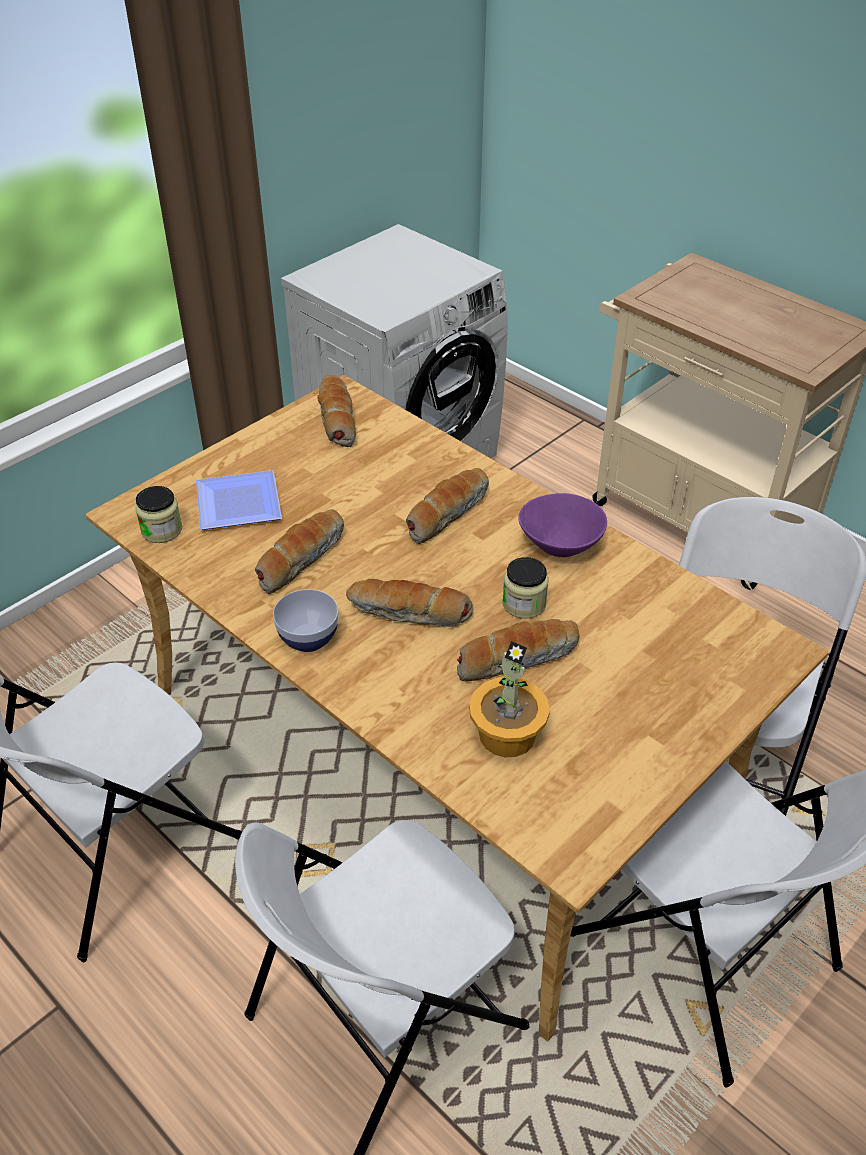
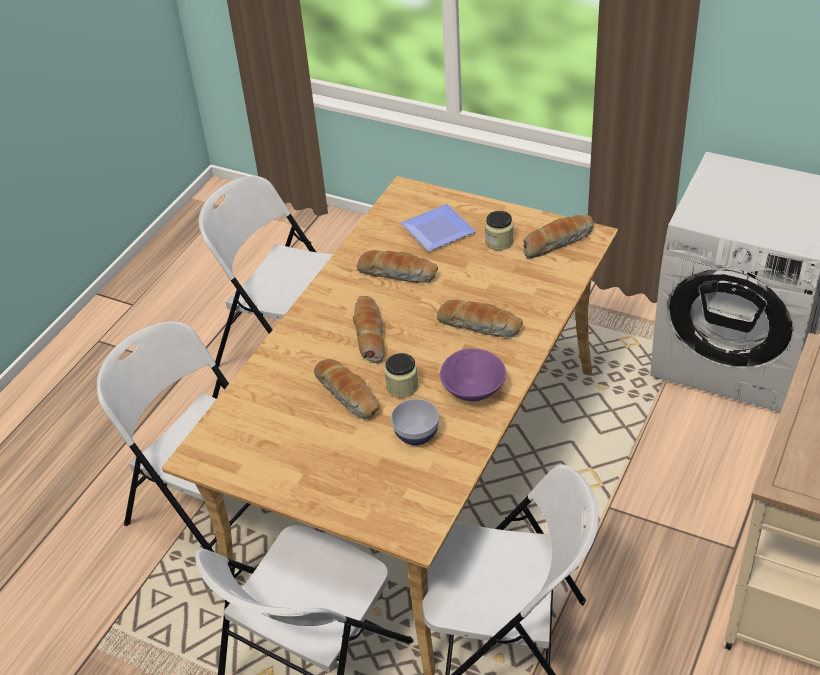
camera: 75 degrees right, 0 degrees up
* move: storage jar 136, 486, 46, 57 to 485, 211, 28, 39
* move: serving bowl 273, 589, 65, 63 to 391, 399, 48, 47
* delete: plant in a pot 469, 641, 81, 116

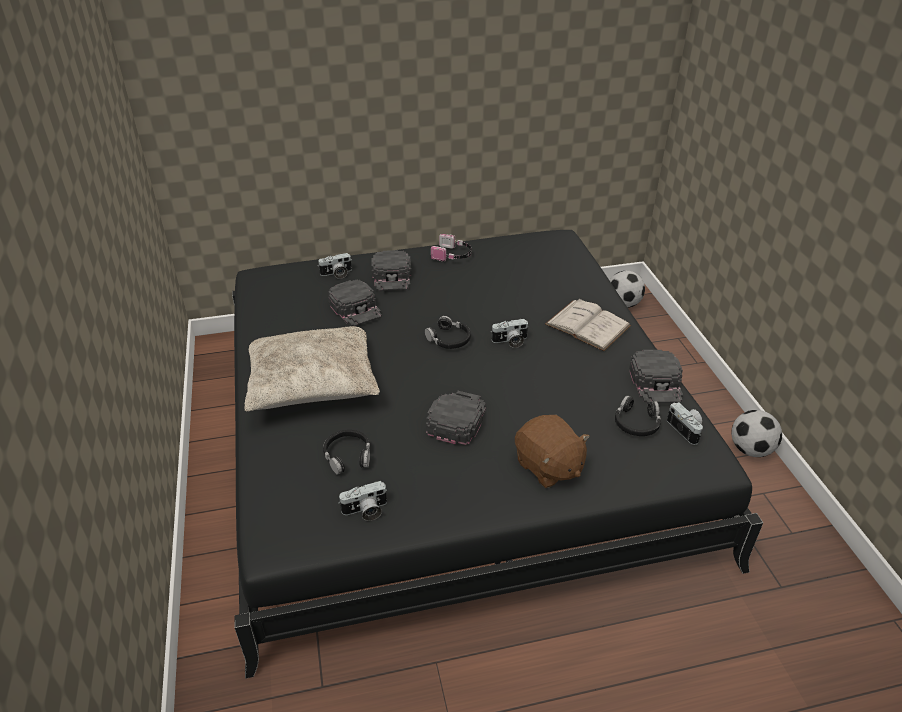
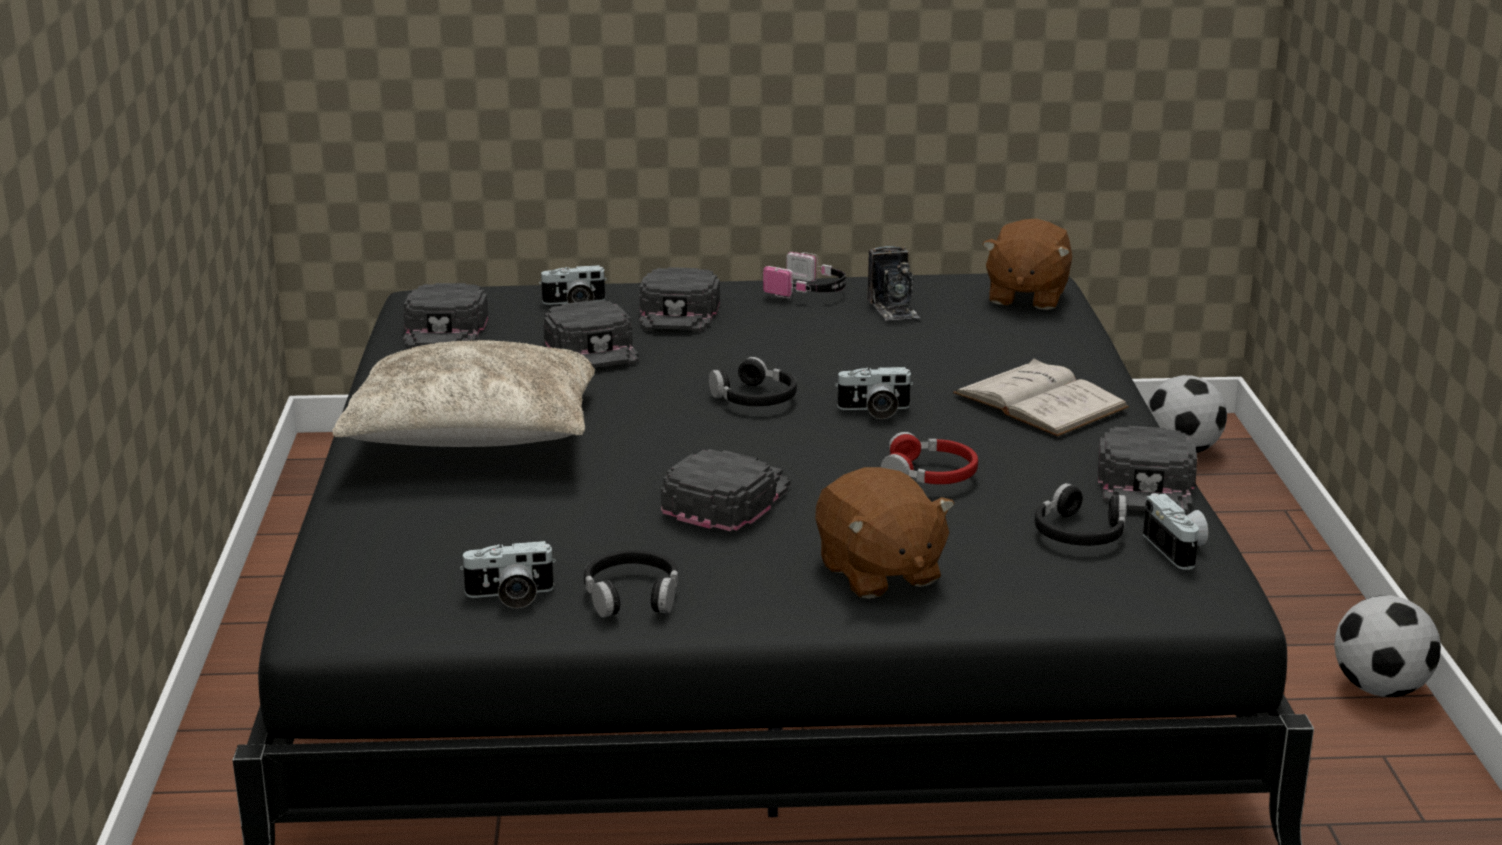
camera: 10 degrees right, 15 degrees down
* move: headset in black 323, 430, 47, 45 to 584, 550, 94, 68
* insert: plush toy in brown 983, 219, 89, 91
* insert: photo camera 867, 246, 53, 75
* insert: cap in black 403, 283, 86, 66
* insert: headset in reddish 881, 432, 97, 52

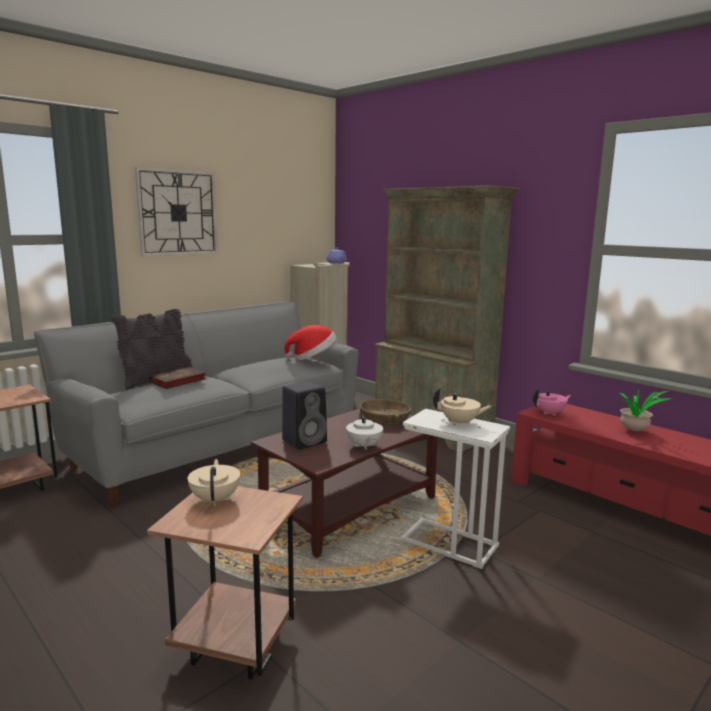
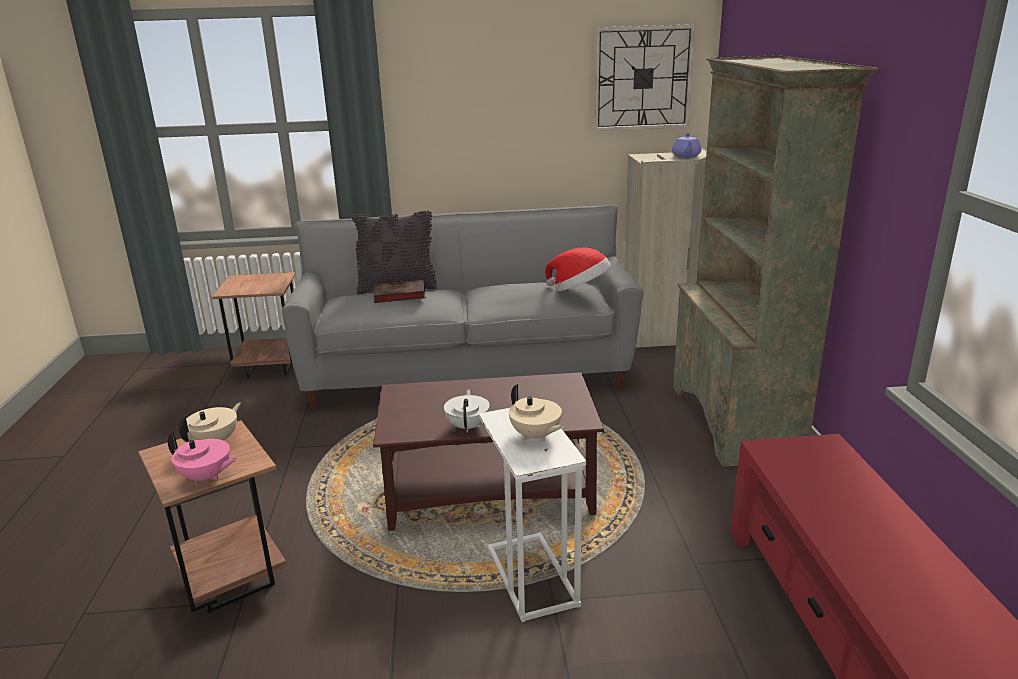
camera: 40 degrees right, 10 degrees up
* move: wall clock 135, 167, 83, 89 to 594, 24, 101, 107
* delete: audio speaker in black 282, 381, 45, 68
* move: pot for tea in pink-coloured 533, 388, 38, 28 to 168, 432, 69, 53
* delete: plant in a pot 619, 388, 53, 43
* delete: serving bowl in brown 360, 399, 51, 25
* rotate: pot for tea in whitish 346, 409, 37, 41 = 444, 389, 46, 43 150 degrees clockwise

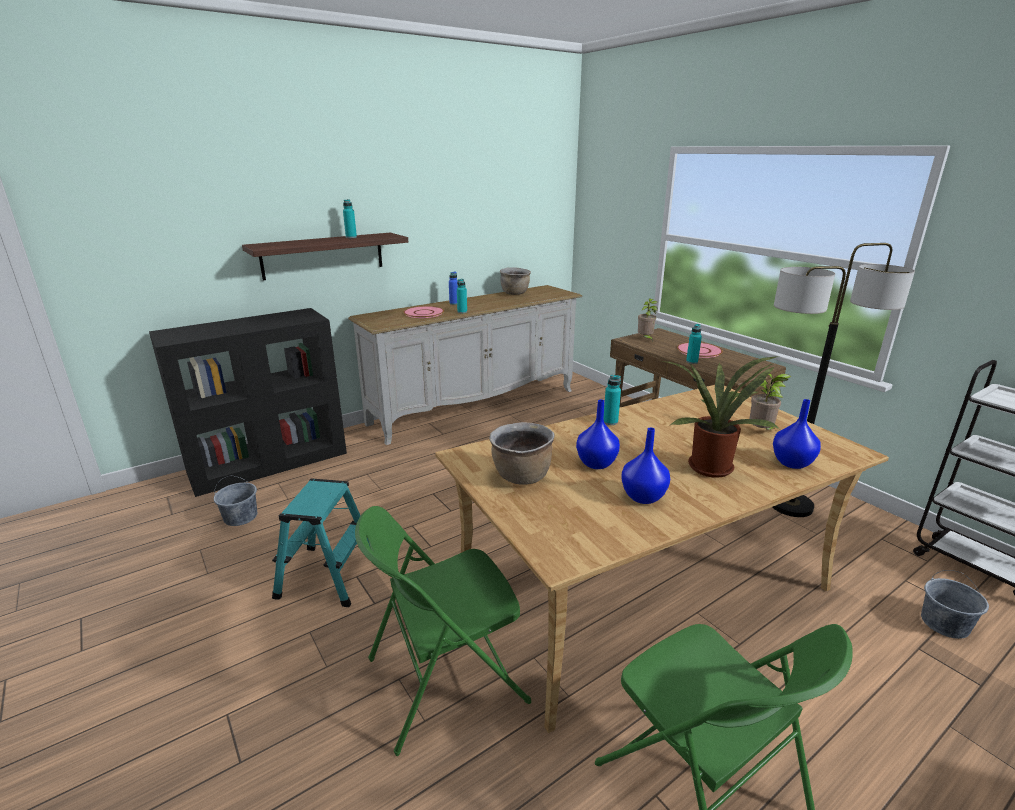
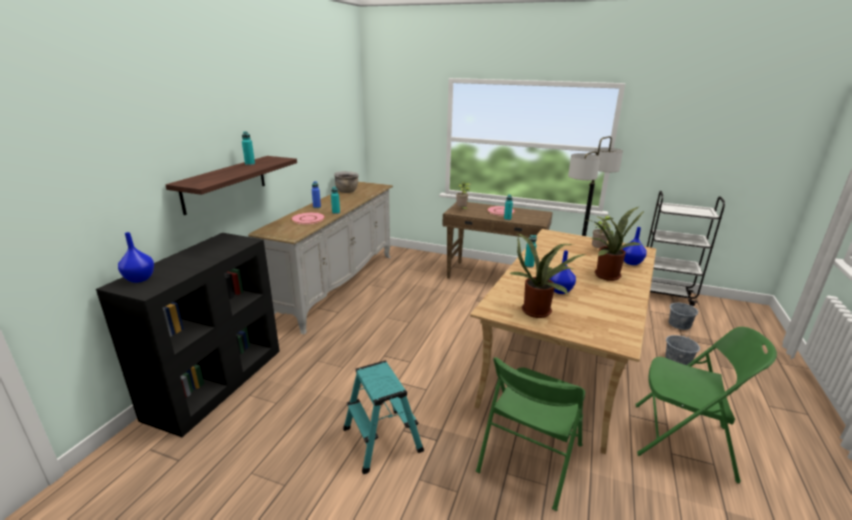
camera: 35 degrees left, 0 degrees up
* replace: stockpot in brown 490, 422, 65, 63 to plant in a pot 509, 233, 77, 85
* move: flower vase in bluish 621, 428, 49, 76 to 118, 232, 36, 51
* move: bucket in grey 214, 475, 43, 51 to 665, 330, 35, 35

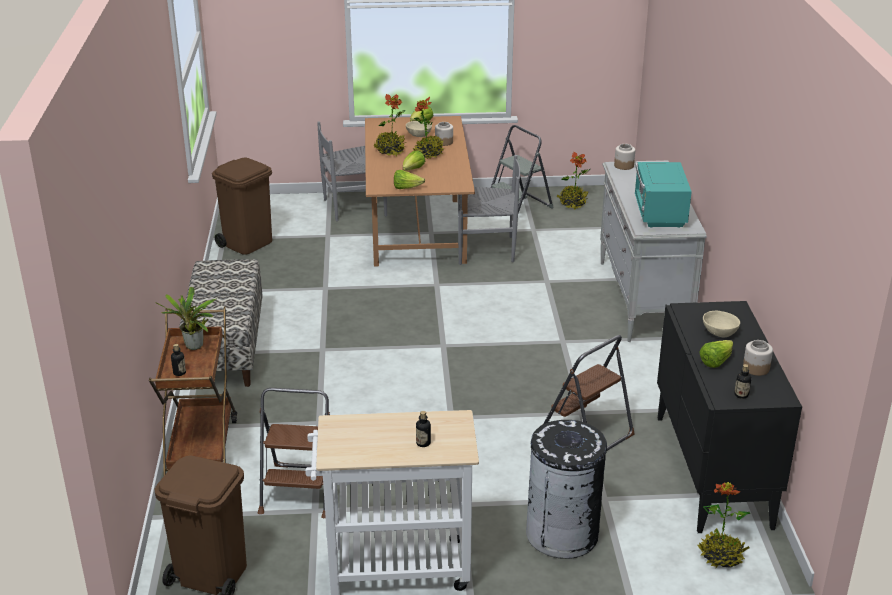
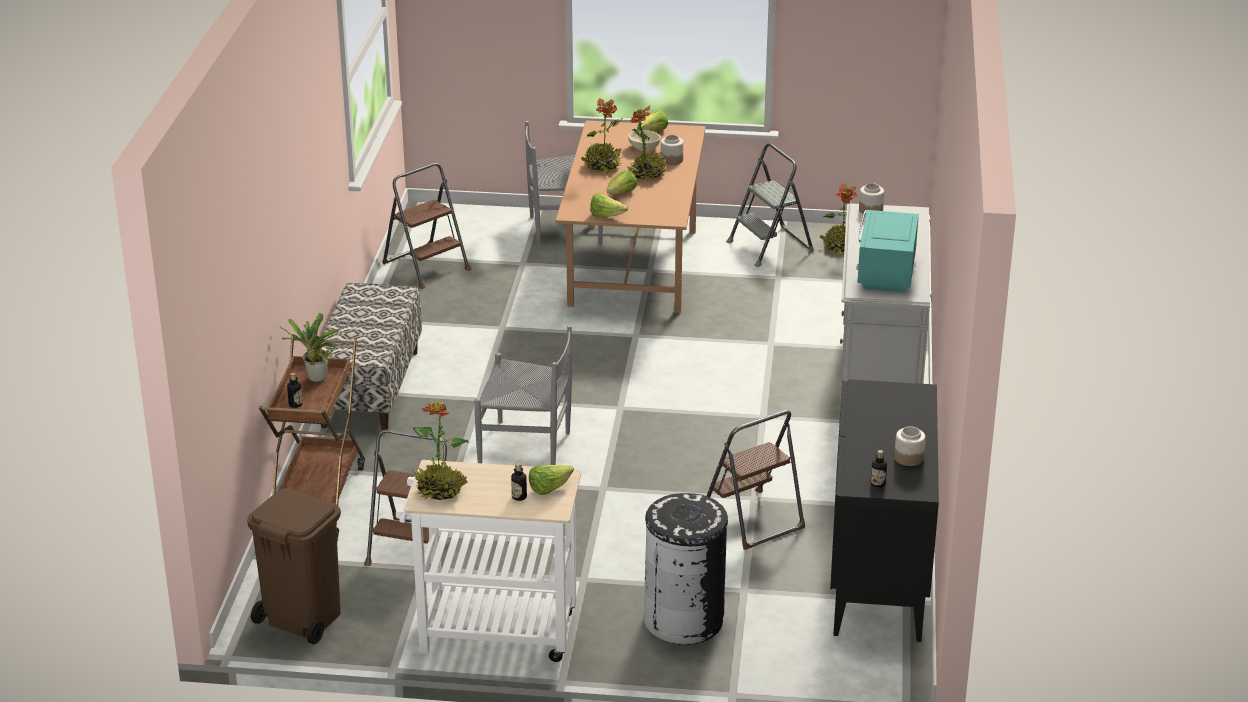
camera: 10 degrees right, 0 degrees up
* move: upright chair in grey 458, 155, 62, 110 to 474, 325, 98, 140
* replace: waste bin in brown 212, 158, 60, 97 to step stool in brown 383, 163, 89, 126
* delete: serving bowl in beige-coloured 703, 311, 37, 27
* move: lettuce 699, 340, 34, 28 to 529, 465, 45, 30
* move: plant in a pot 697, 482, 53, 86 to 412, 402, 57, 98

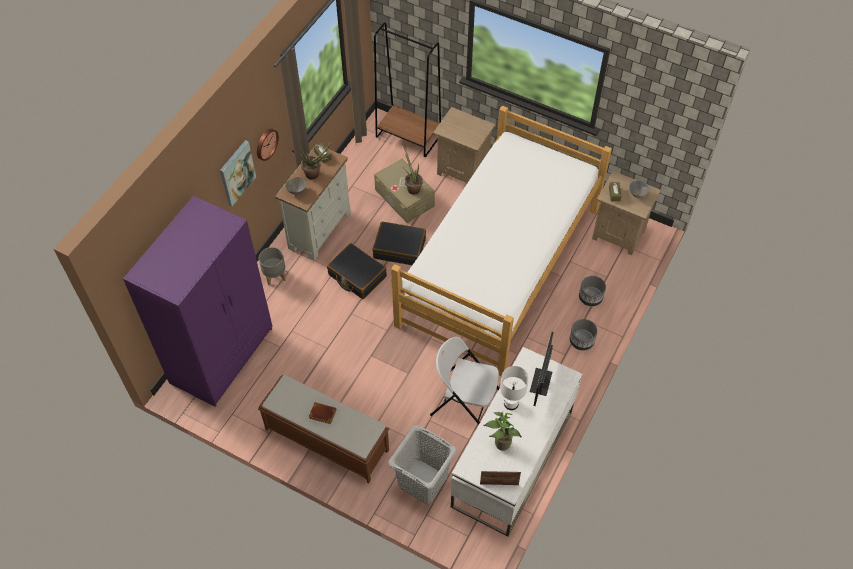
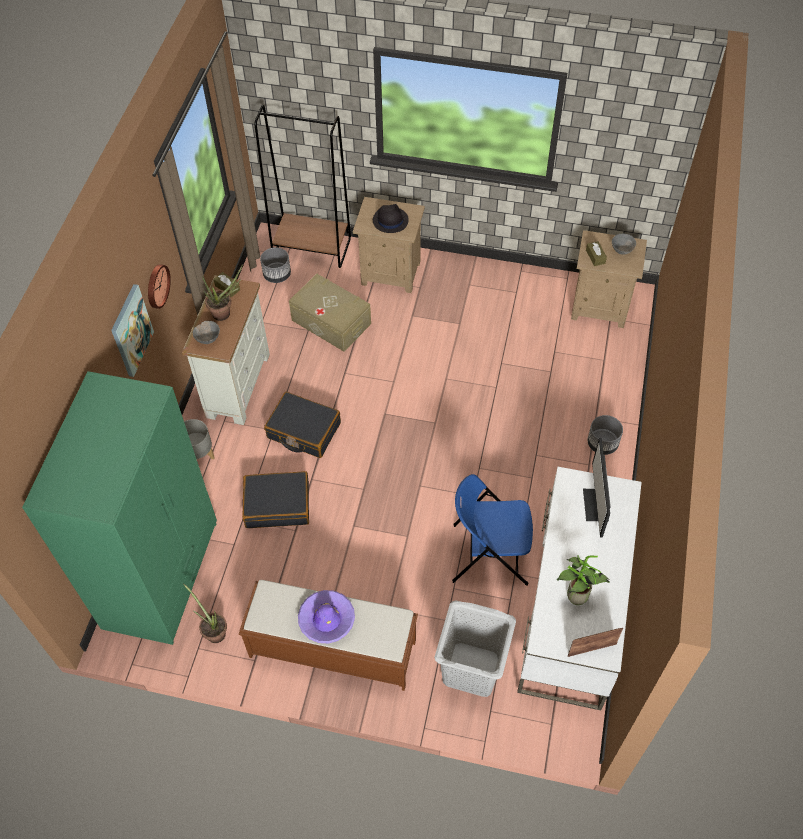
camera: 15 degrees left, 0 degrees up
* delete: bedroom bed 391, 106, 221, 270
* move: plant in a pot 402, 144, 21, 51 to 183, 583, 44, 60
* recolor: clothes cupboard in purple-coloured 123, 196, 149, 211 to clothes cupboard in green-coloured 22, 371, 195, 274
* move: piece of luggage in black 373, 222, 53, 43 to 242, 471, 67, 57
* move: plant pot in grey 579, 276, 27, 30 to 260, 247, 31, 36
* recolor: upright chair in whitish 430, 337, 69, 88 to upright chair in bluish 452, 474, 81, 112
* delete: tabletop lamp in whitish 500, 366, 29, 44
* replace: book in brown 309, 402, 28, 22 to hat in purple-coloured 298, 590, 57, 53
* insert: hat in black 373, 204, 36, 29

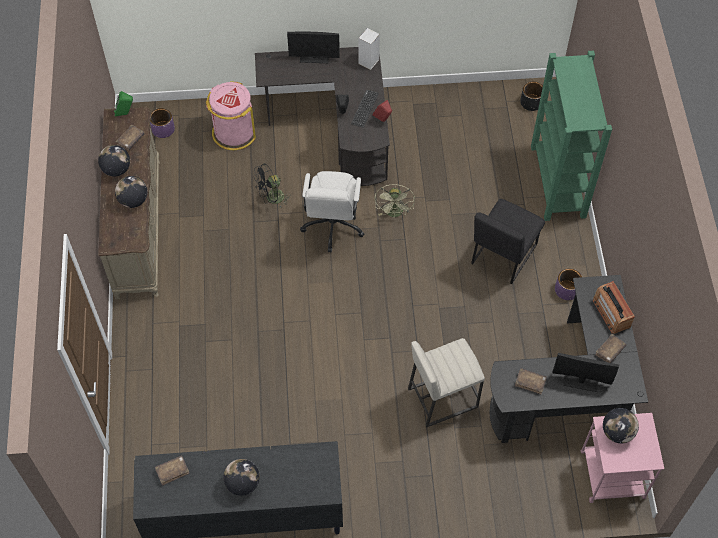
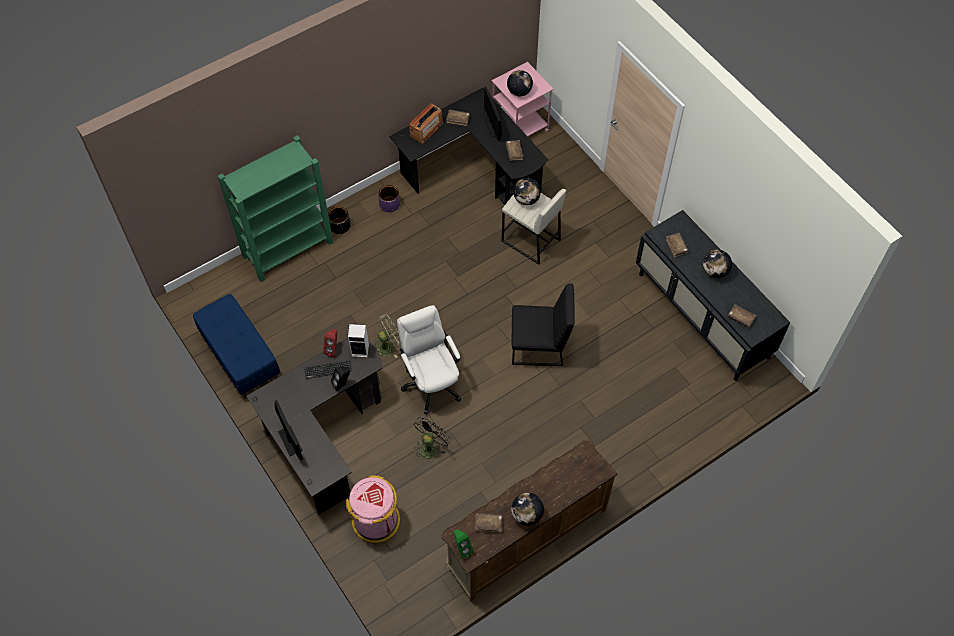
camera: 120 degrees left, 0 degrees up
* move: audio speaker 359, 28, 21, 42 to 348, 324, 21, 33
* move: plant pot in black 520, 81, 23, 30 to 328, 206, 22, 28
* delete: plant pot in purple-coloured 150, 108, 25, 30
* rotate: fan in black 254, 163, 35, 46 = 414, 418, 37, 41 90 degrees counterclockwise
* rotate: office chair in whitish 300, 171, 65, 81 = 397, 305, 64, 110 90 degrees counterclockwise
* move: globe 115, 176, 32, 32 to 513, 178, 28, 27
* move: upright chair in black 471, 199, 74, 85 to 512, 283, 63, 83
* insert: book in brown 666, 233, 23, 25
* insert: long seat in bluish 193, 294, 87, 105

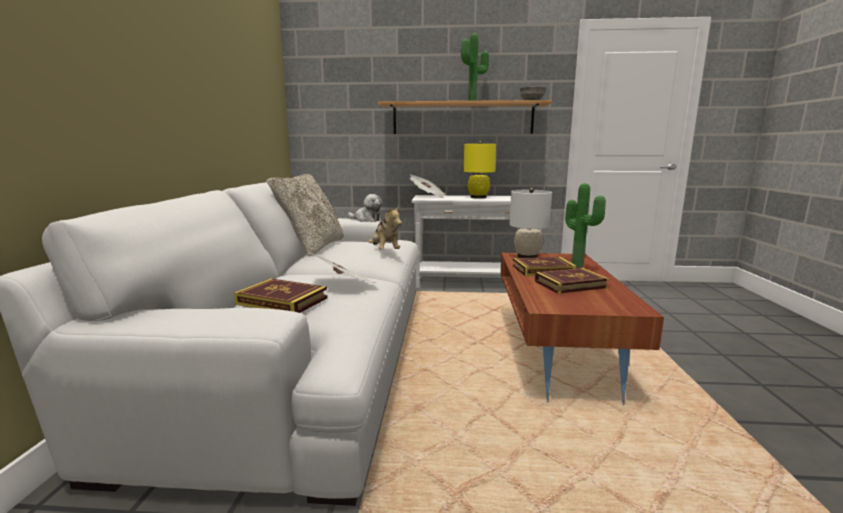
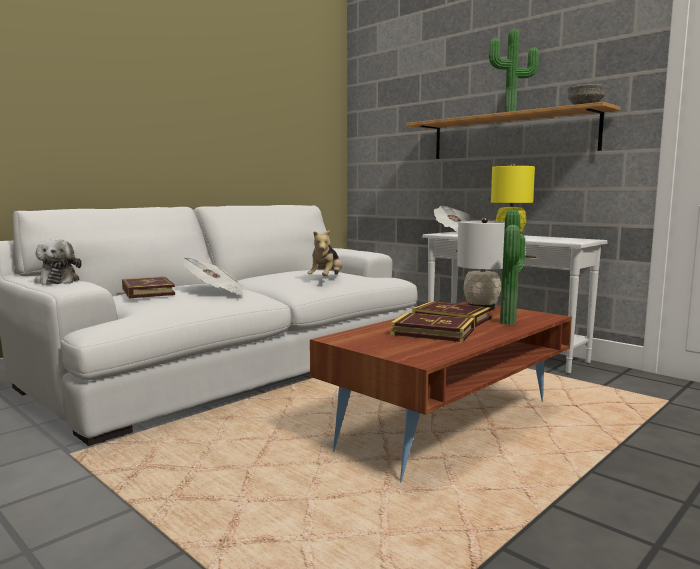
camera: 40 degrees right, 5 degrees down
* delete: throw pillow in beige-coloured 267, 174, 76, 82
* move: plush toy 348, 194, 34, 28 to 34, 239, 48, 46

